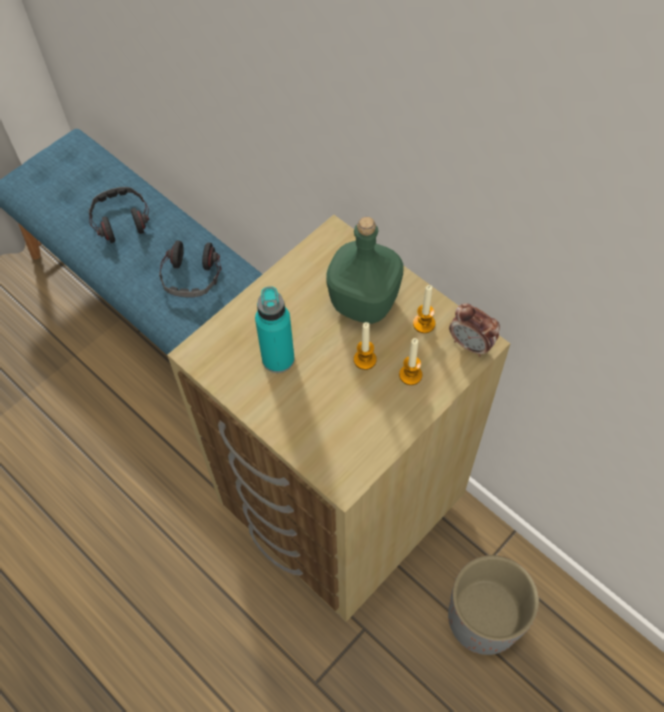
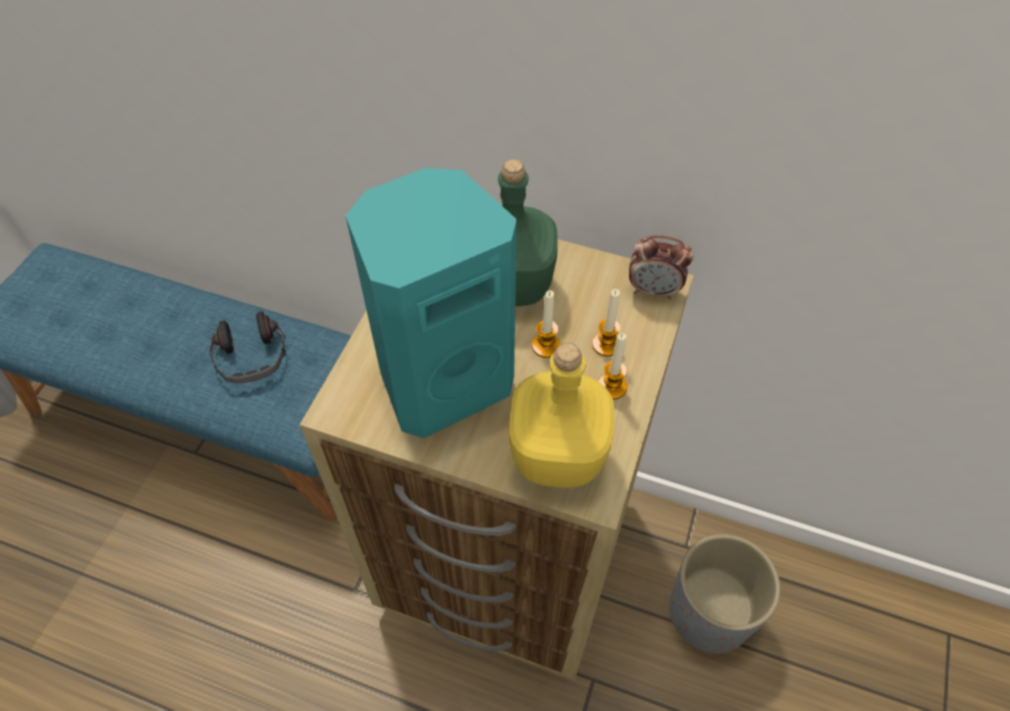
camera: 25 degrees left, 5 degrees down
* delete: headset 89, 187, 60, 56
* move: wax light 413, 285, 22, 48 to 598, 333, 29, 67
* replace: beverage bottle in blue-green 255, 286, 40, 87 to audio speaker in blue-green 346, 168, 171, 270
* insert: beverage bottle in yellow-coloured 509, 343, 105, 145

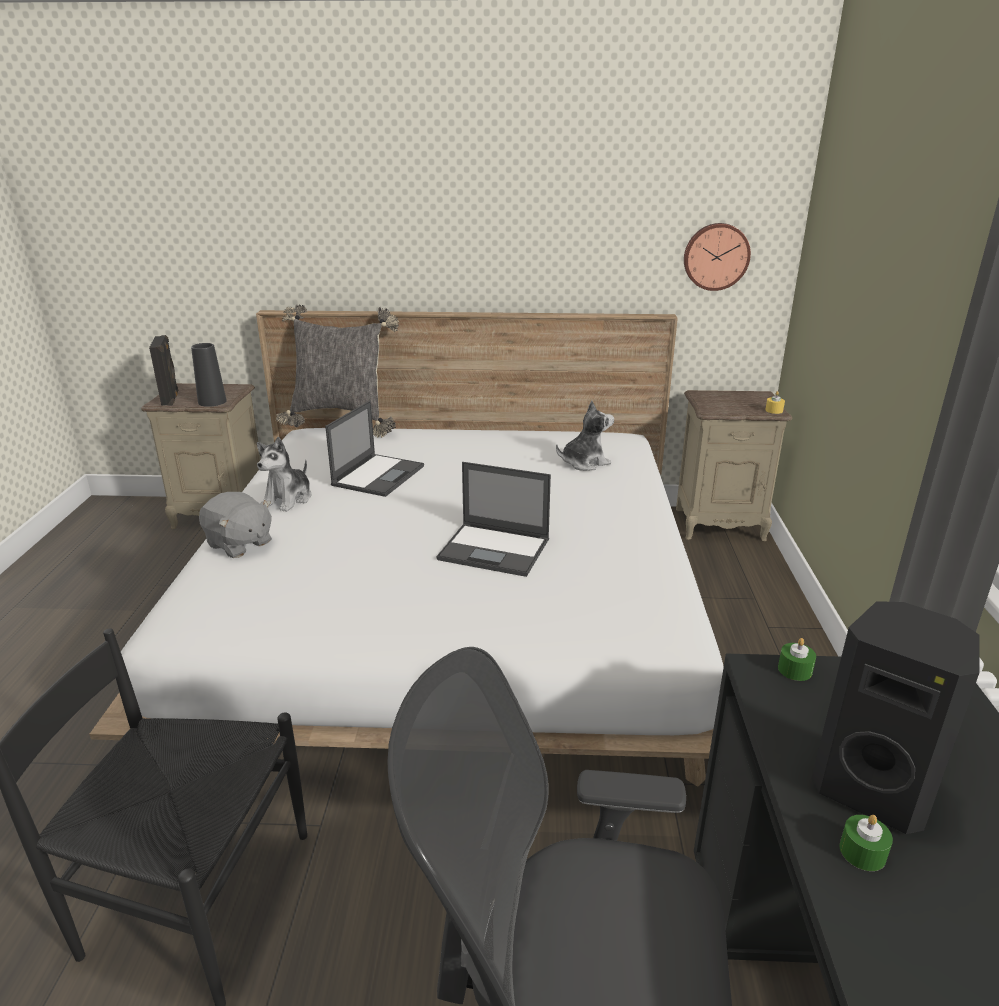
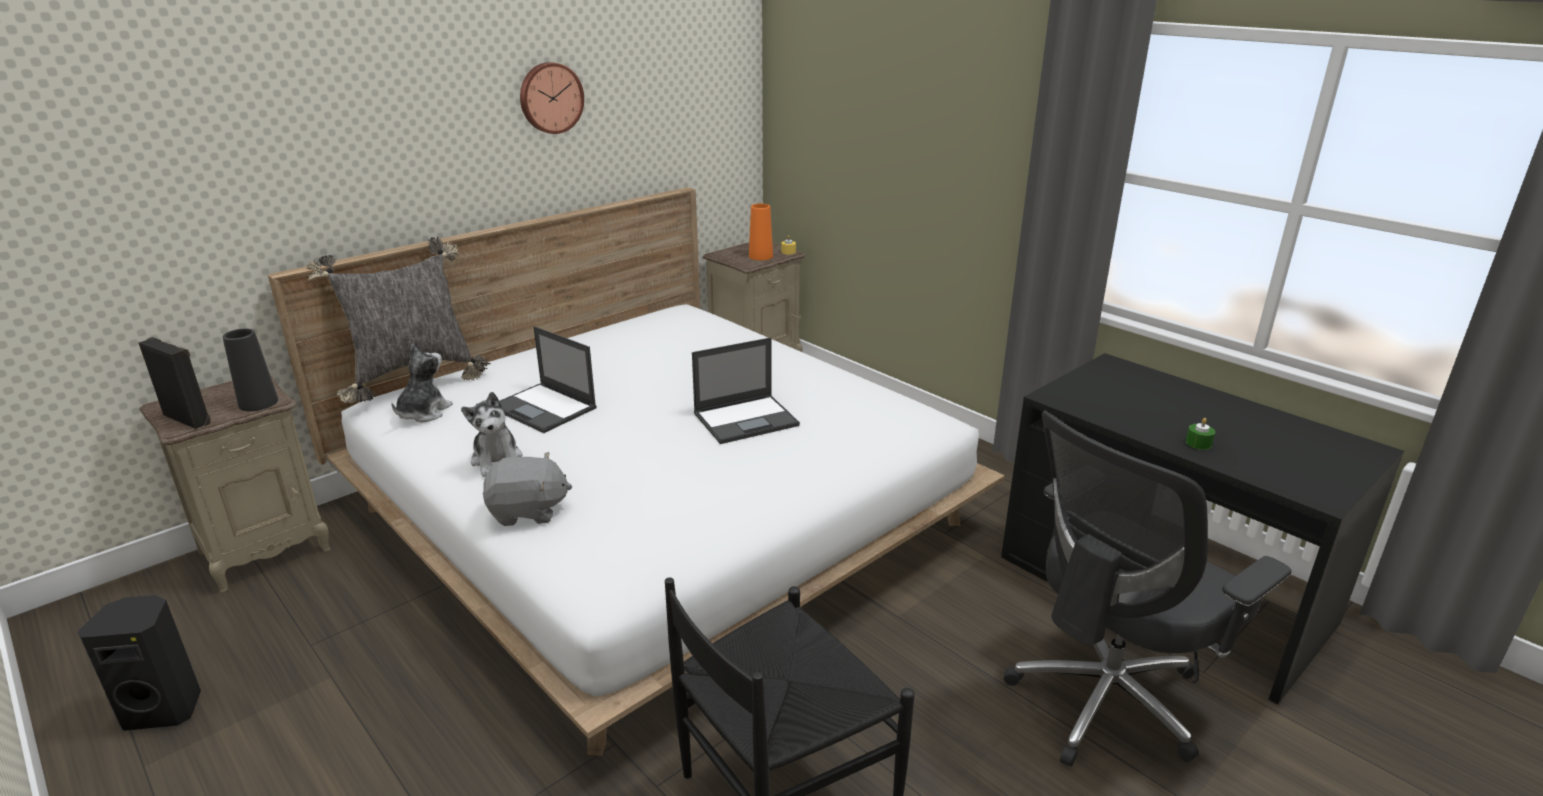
camera: 45 degrees left, 0 degrees up
* move: wall clock 684, 223, 67, 68 to 520, 62, 64, 72
* rotate: portable computer 325, 401, 99, 96 = 500, 326, 97, 107 150 degrees clockwise
* move: plush toy 556, 401, 58, 70 to 391, 344, 62, 79
* move: audio speaker in black 811, 601, 168, 233 to 78, 595, 123, 136
* delete: wax light in green-coloured 778, 638, 38, 43
* insert: flower vase in orange 749, 204, 24, 56

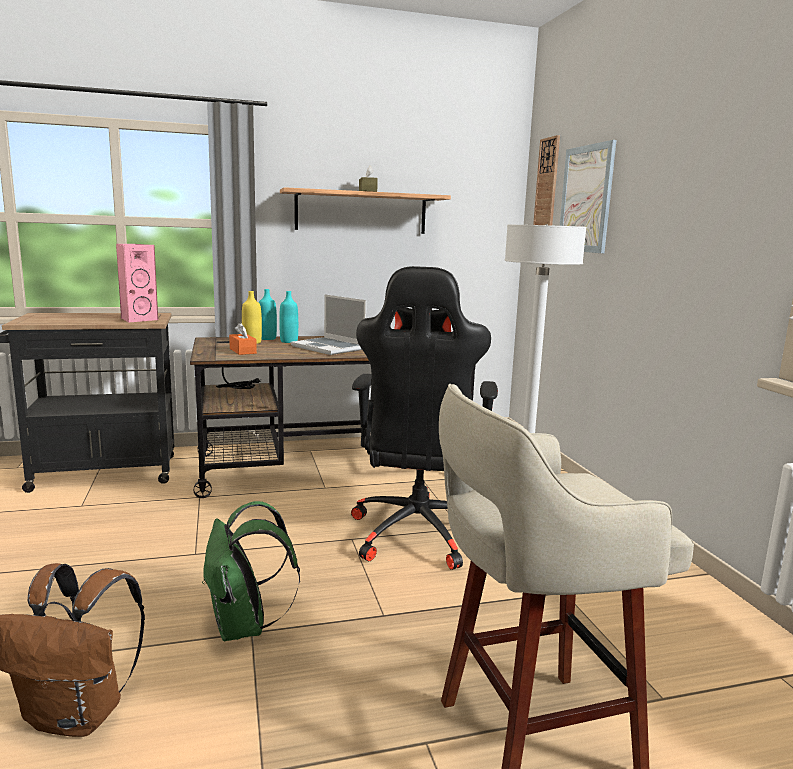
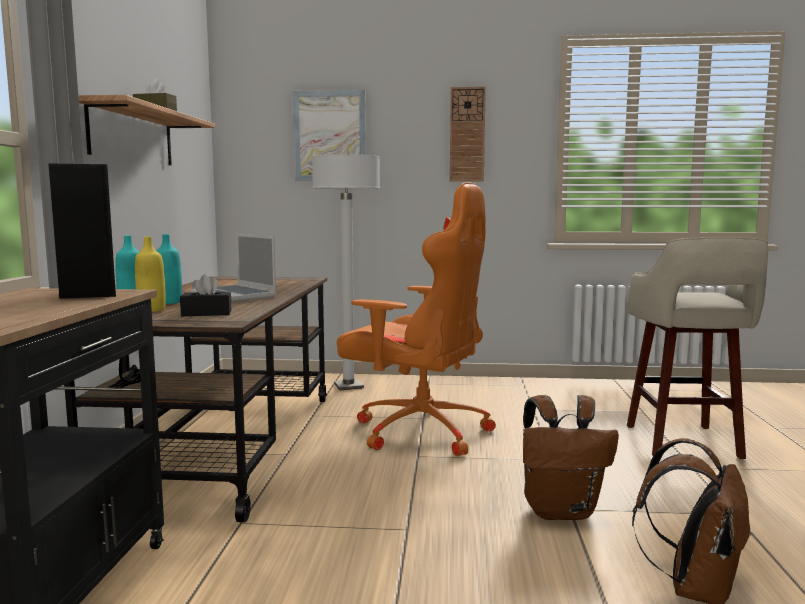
camera: 70 degrees left, 5 degrees down
* move: wall clock 533, 135, 27, 91 to 450, 87, 36, 95
* recolor: audio speaker in pink-coloured 116, 244, 42, 79 to audio speaker in black 48, 163, 68, 136
* recolor: office chair in black 351, 266, 147, 304 to office chair in orange 337, 182, 159, 274
* rotate: portable computer 291, 294, 75, 61 = 190, 234, 87, 68 75 degrees clockwise
* recolor: box of tissues in orange 229, 323, 28, 32 to box of tissues in black 180, 275, 52, 41
* recolor: backpack in green-coloured 202, 501, 98, 140 to backpack in brown 523, 395, 96, 125

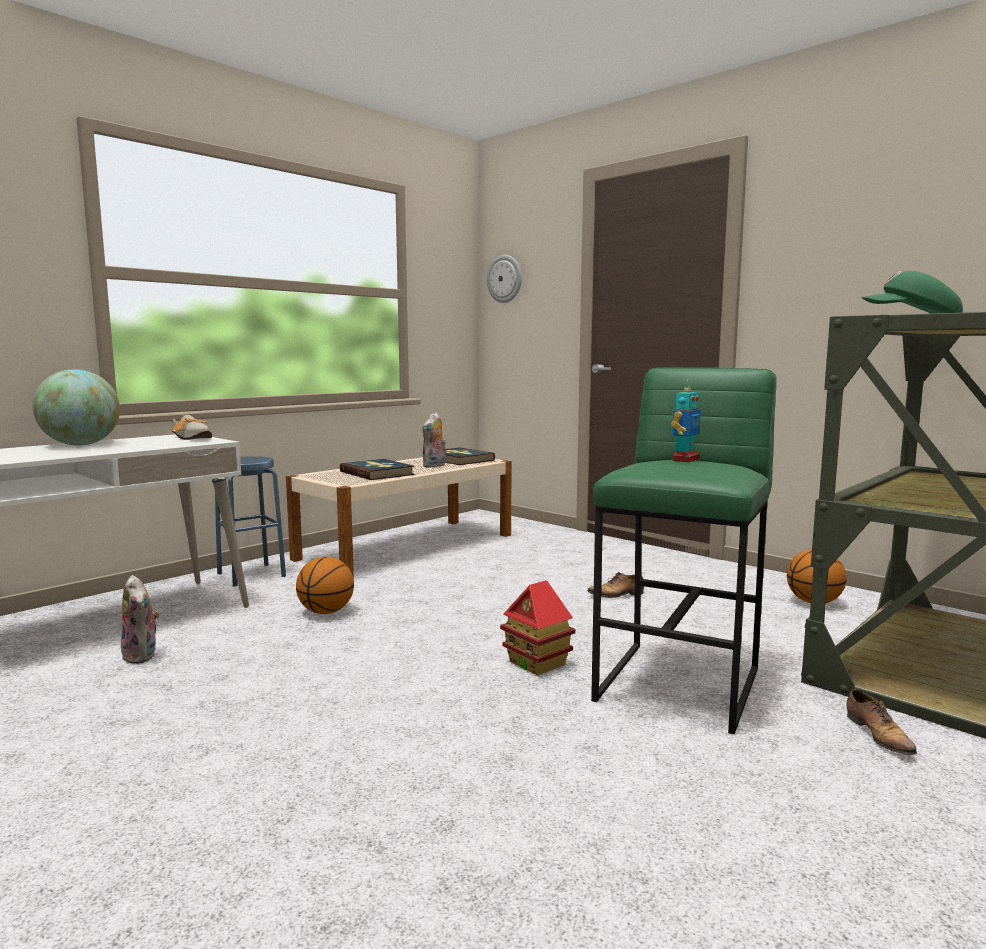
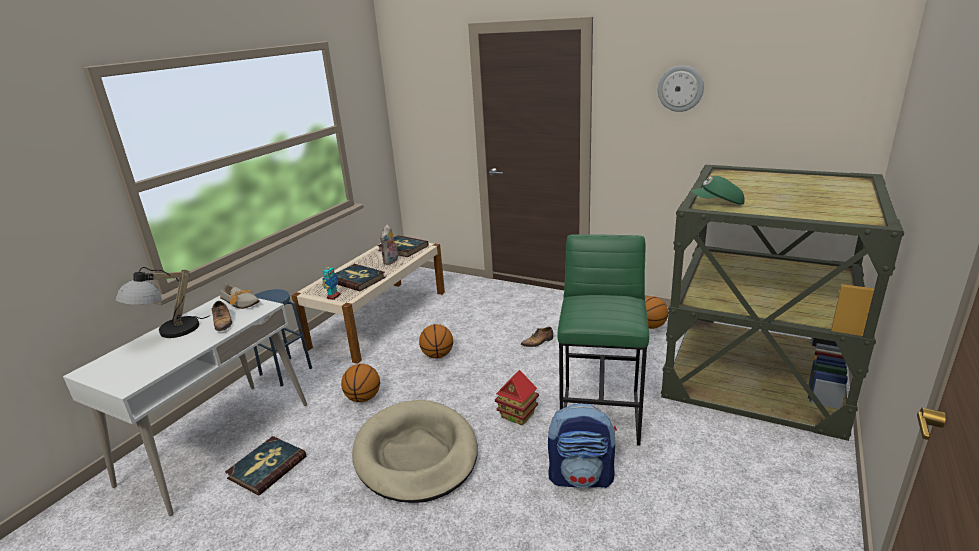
camera: 15 degrees left, 15 degrees up
* move: wall clock 487, 255, 35, 48 to 658, 65, 46, 47
* replace: globe 32, 369, 88, 77 to tabletop lamp 116, 267, 94, 71
* move: robot figure 671, 379, 30, 83 to 322, 265, 19, 35
* replace: plush toy 121, 575, 39, 89 to book 225, 436, 81, 60
* move: shoe 847, 689, 70, 66 to 211, 301, 21, 30
* insert: basketball 419, 324, 34, 35
* insert: pet bed in beige-coloured 352, 400, 126, 103
* insert: backpack 548, 403, 69, 85

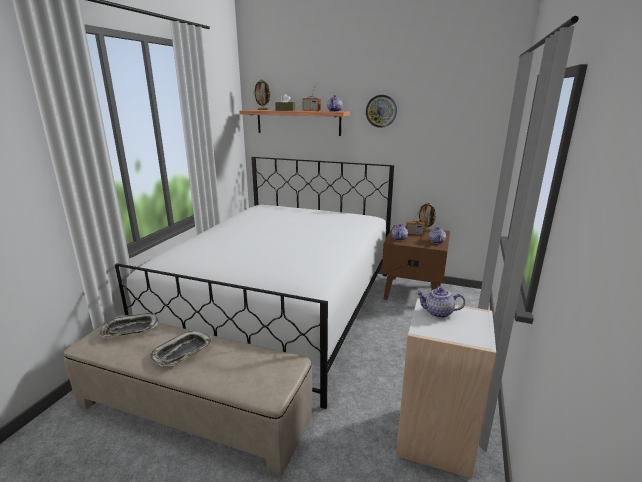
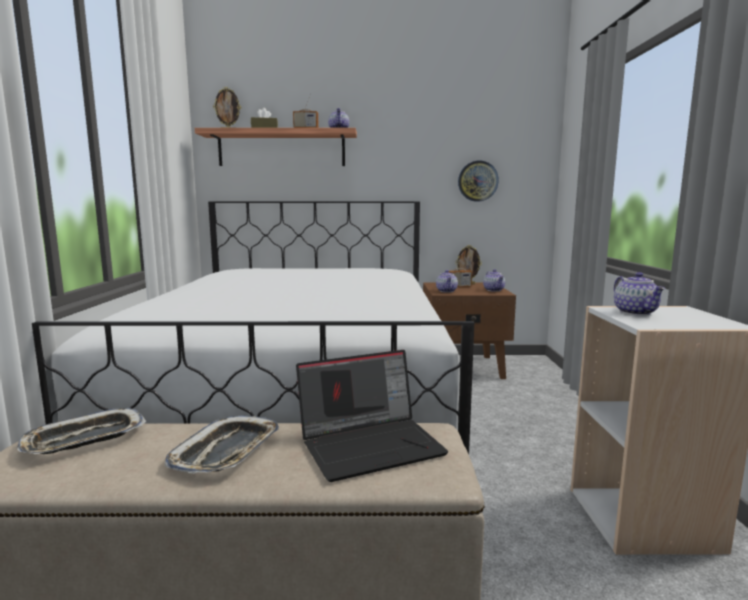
camera: 20 degrees left, 10 degrees down
* move: wall clock 366, 95, 31, 33 to 458, 161, 41, 41
* rotate: pot for tea 416, 287, 49, 31 = 614, 272, 51, 44 90 degrees counterclockwise
* insert: portable computer 296, 350, 152, 132

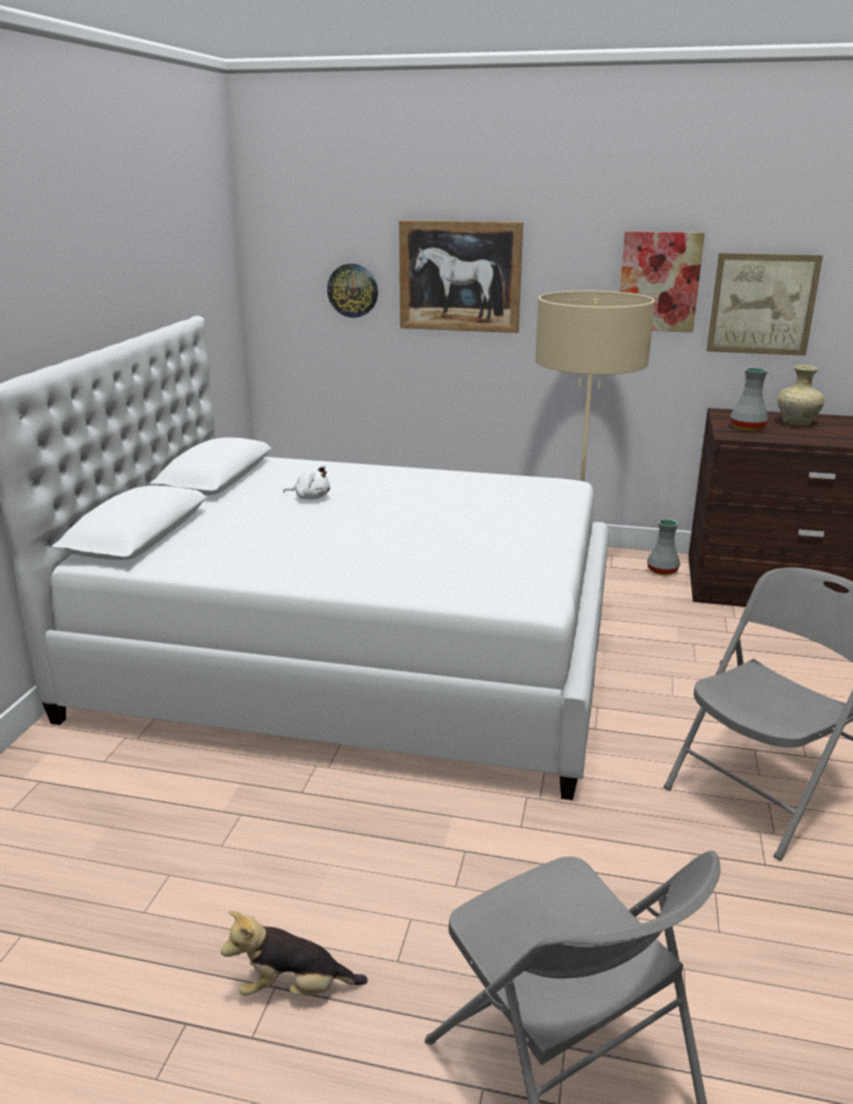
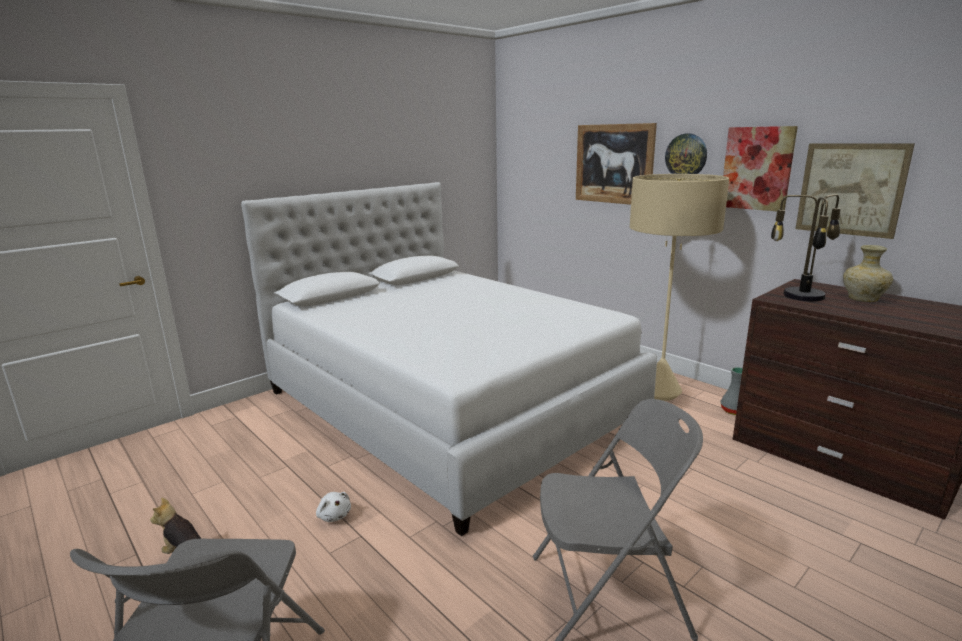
camera: 35 degrees right, 5 degrees down
* move: wall clock 327, 264, 51, 54 to 665, 134, 42, 40
* replace: flower vase in grey 730, 367, 38, 64 to tabletop lamp 771, 194, 69, 107
* move: plush toy in whitish 283, 466, 47, 34 to 316, 492, 35, 30

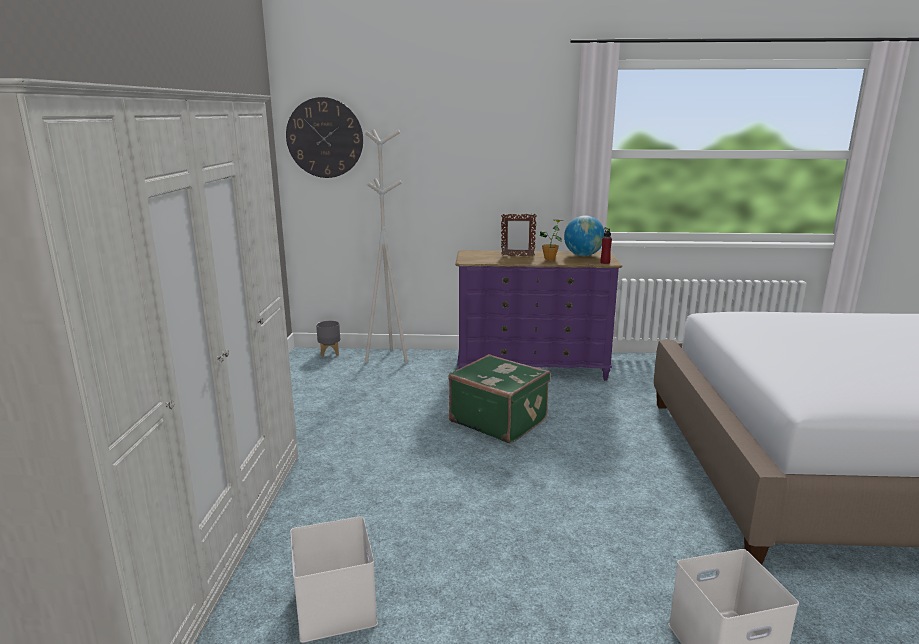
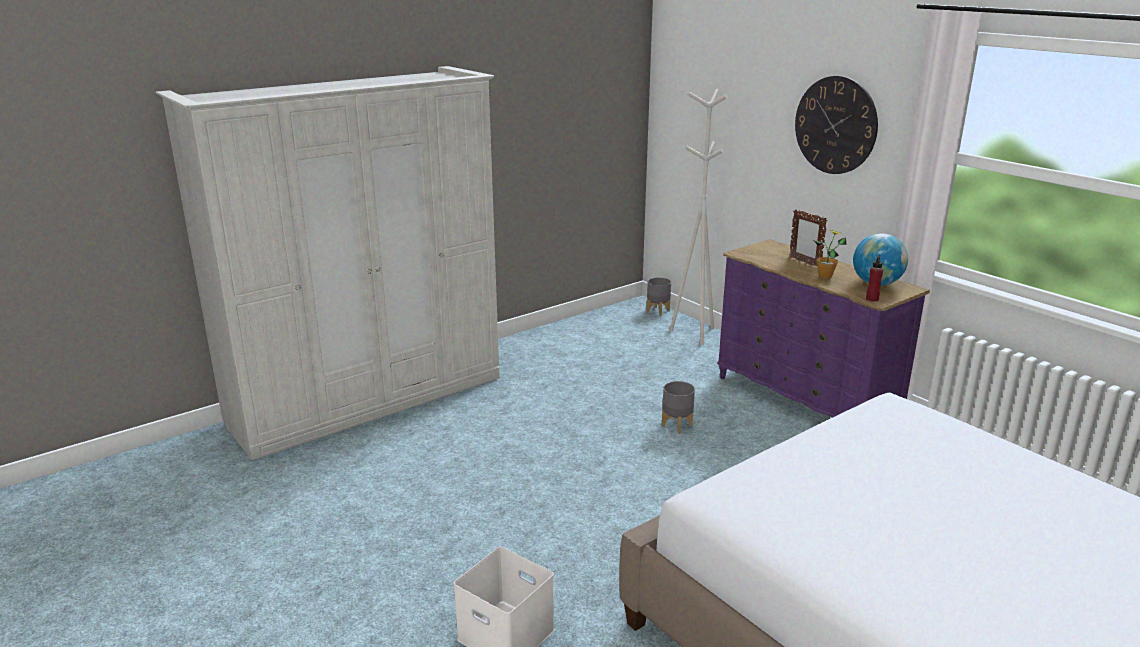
camera: 50 degrees right, 5 degrees up
* move: wall clock 286, 97, 77, 81 to 795, 76, 83, 98
* replace: piece of luggage in green-coloured 448, 354, 103, 90 to plant pot in grey 662, 381, 33, 53
* delete: storage box in whitish 290, 516, 88, 127

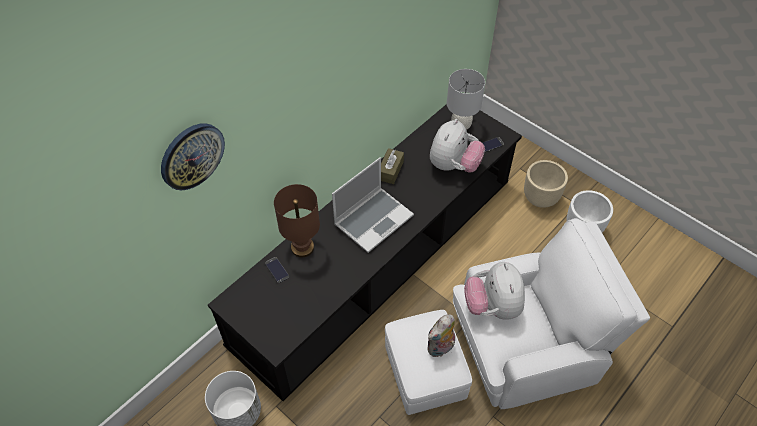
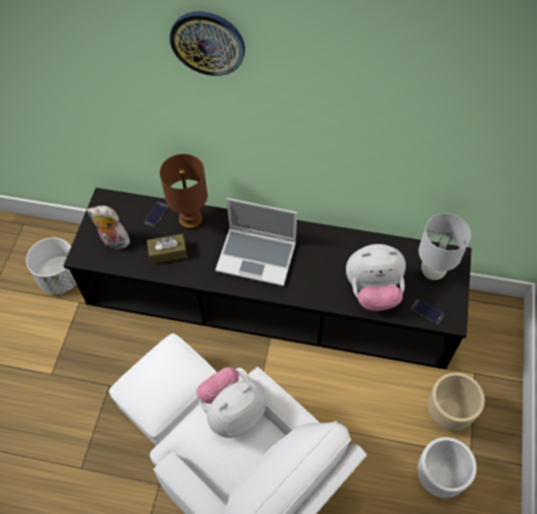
camera: 60 degrees right, 5 degrees up
* move: wall clock 161, 123, 64, 67 to 170, 11, 75, 65
* move: box of tissues in brown 381, 148, 23, 36 to 147, 234, 40, 30
* move: plush toy 427, 314, 28, 43 to 87, 205, 43, 44

